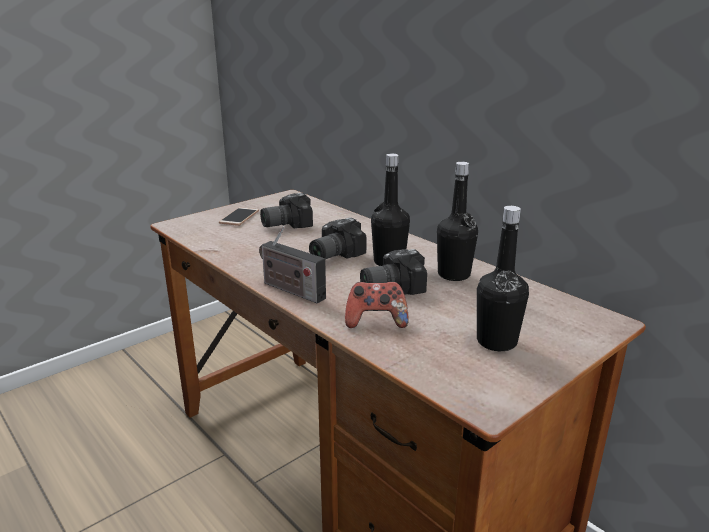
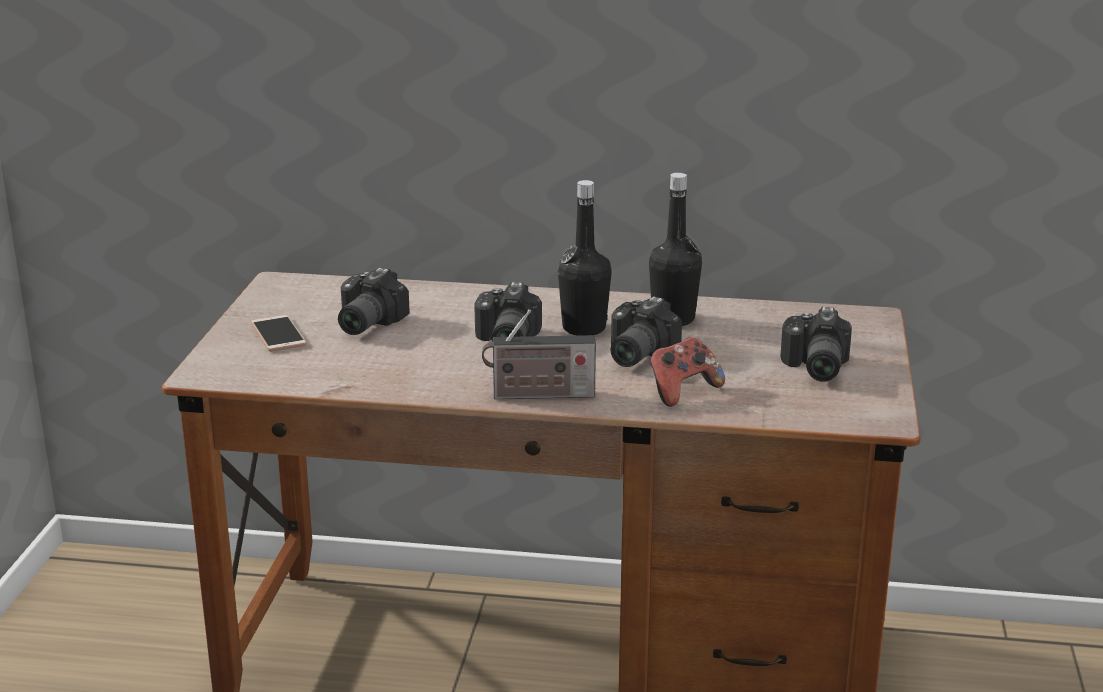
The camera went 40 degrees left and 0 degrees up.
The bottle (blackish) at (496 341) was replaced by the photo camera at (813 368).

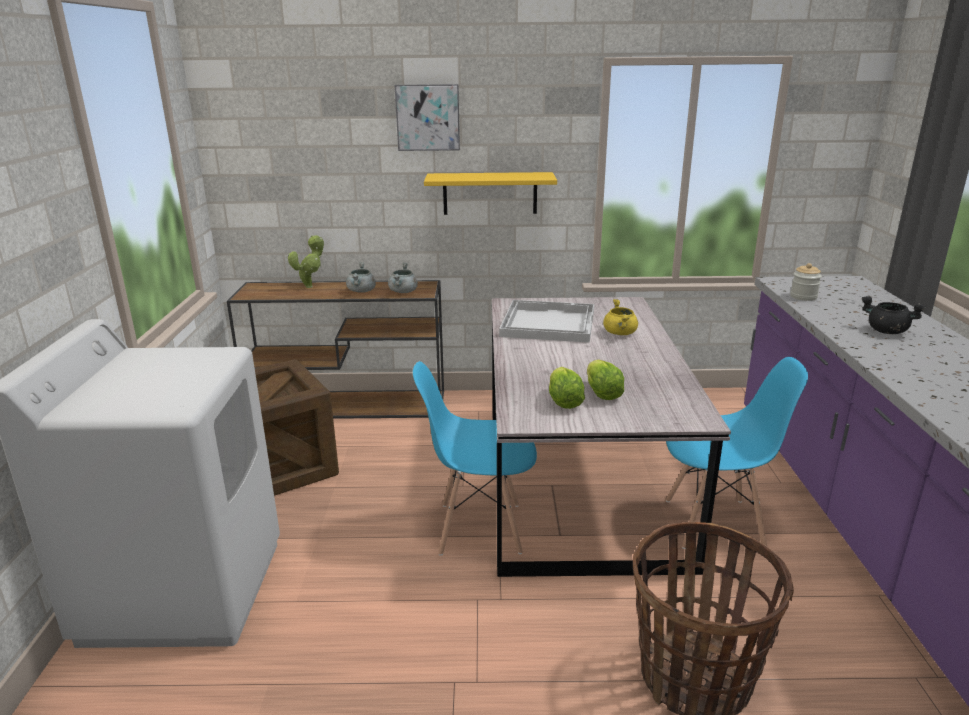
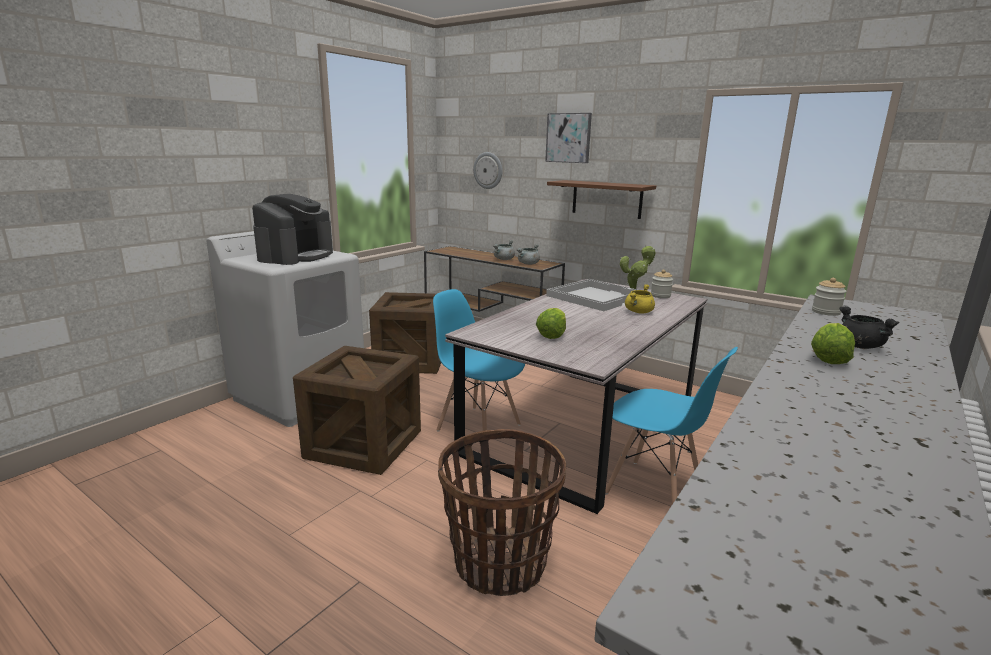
The camera went 35 degrees right and 5 degrees down.
The coffee brewer at (296 256) appeared.
The packing crate at (364 444) appeared.
The wall clock at (488 170) appeared.
The preserve jar at (660 296) appeared.
The potted plant moved from (311 286) to (635 289).
The head of lettuce moved from (564 402) to (828 359).
The shelf (yellow) at (490 193) became the shelf (brown-coloured) at (606 199).

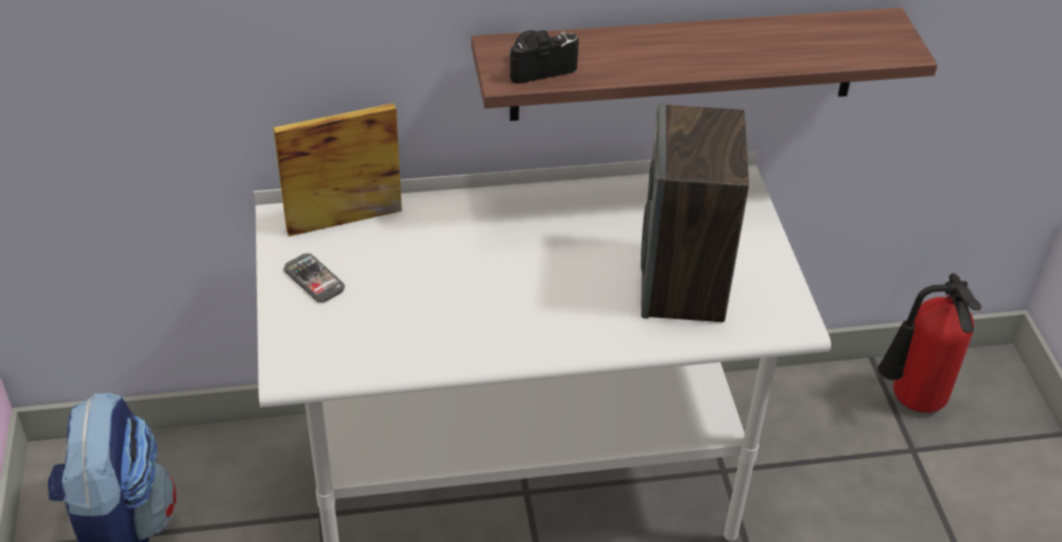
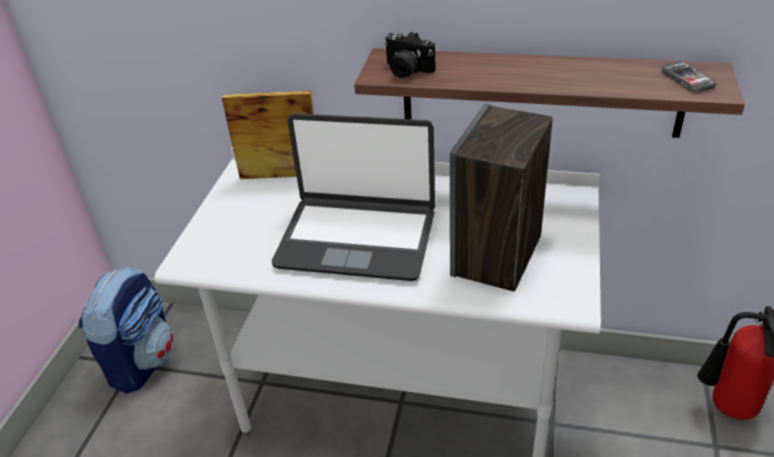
The camera went 25 degrees right and 5 degrees down.
The laptop at (357 238) appeared.
The telephone moved from (314 279) to (687 78).
The photo camera at (539 67) turned 150 degrees counterclockwise.

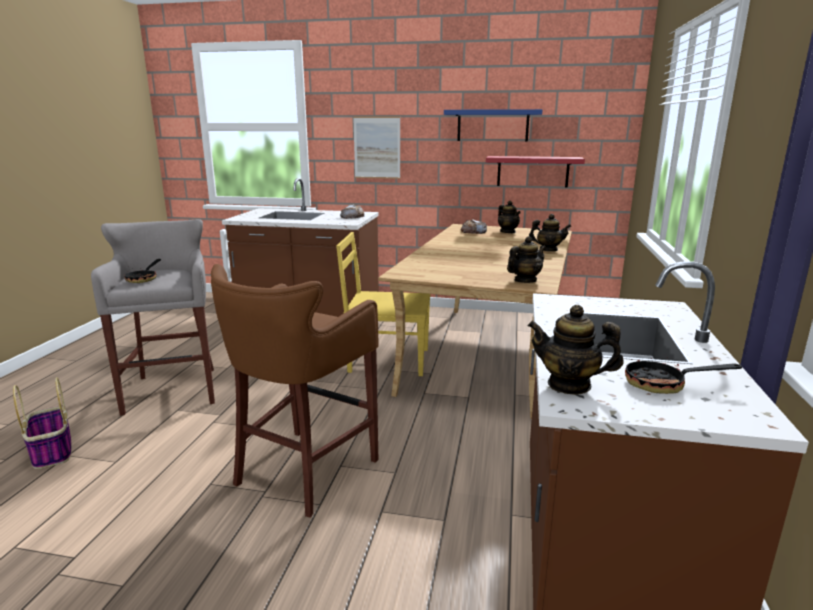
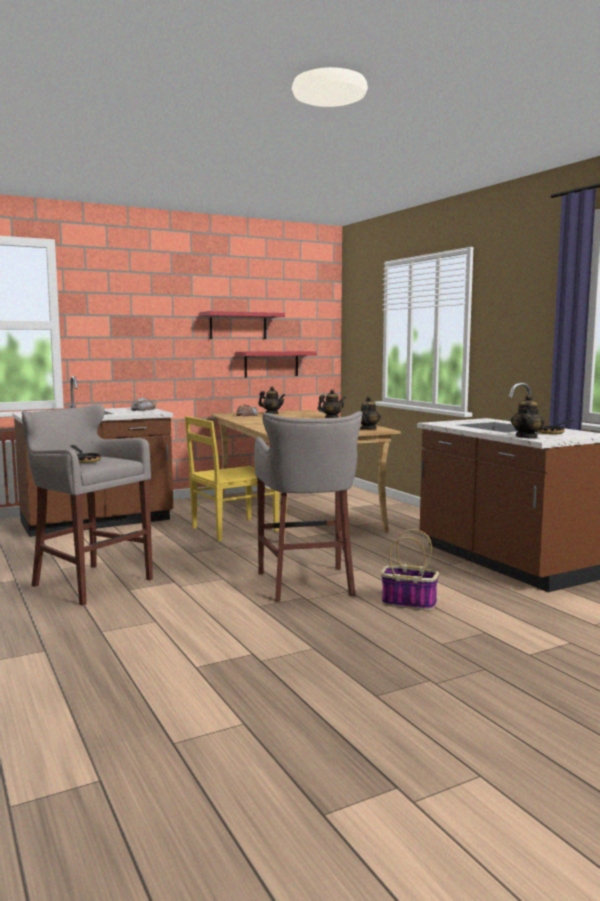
The camera went 40 degrees left and 10 degrees down.
The picture at (377 147) disappeared.
The household basket moved from (52 451) to (407 603).
The stool seat (brown-coloured) at (303 472) became the stool seat (grey) at (307 584).
The shelf (bluish) at (492 125) became the shelf (red-coloured) at (238 325).
The pot for tea at (569 385) turned 45 degrees counterclockwise.

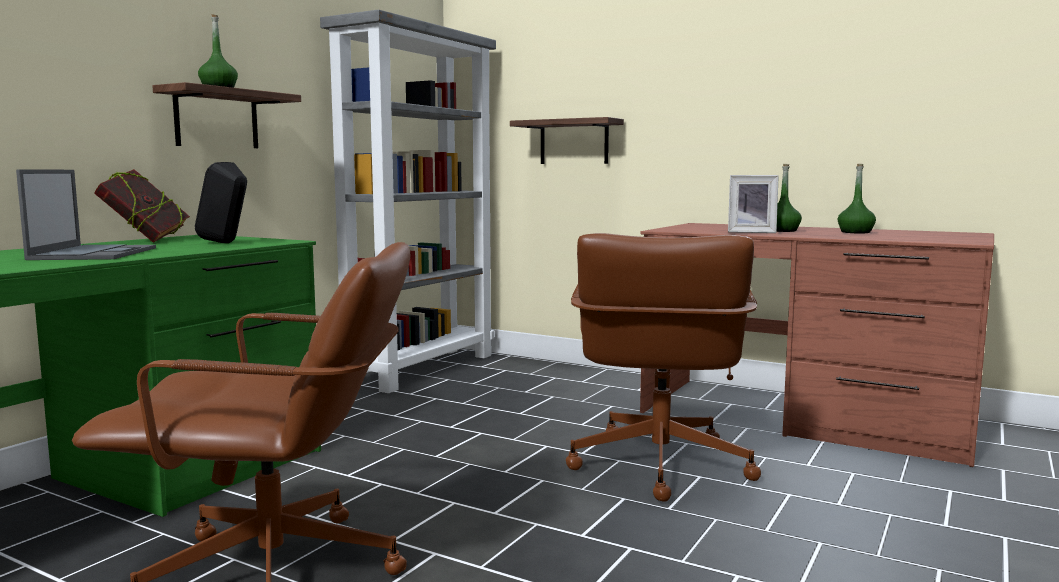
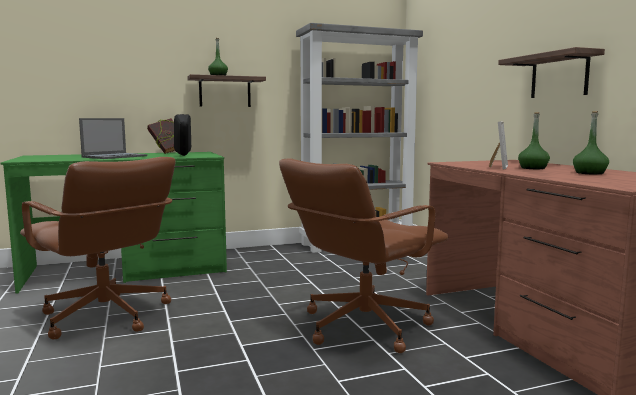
The camera went 40 degrees right and 0 degrees up.
The shelf moved from (574 142) to (559 76).
The picture frame at (751 232) turned 120 degrees counterclockwise.

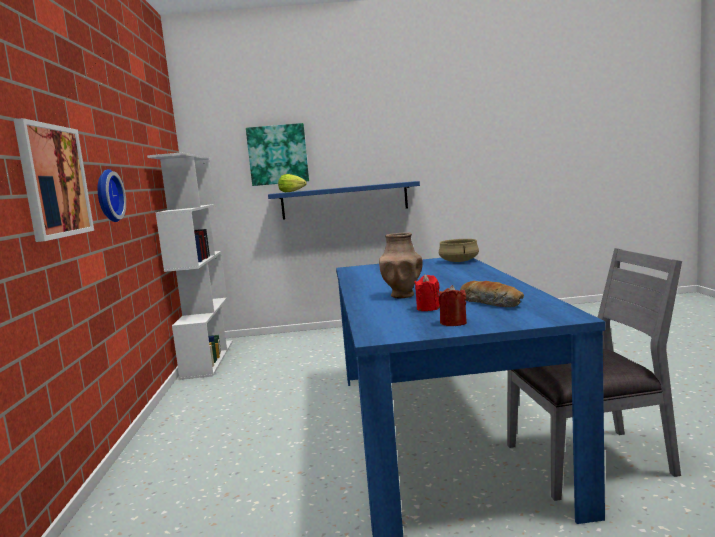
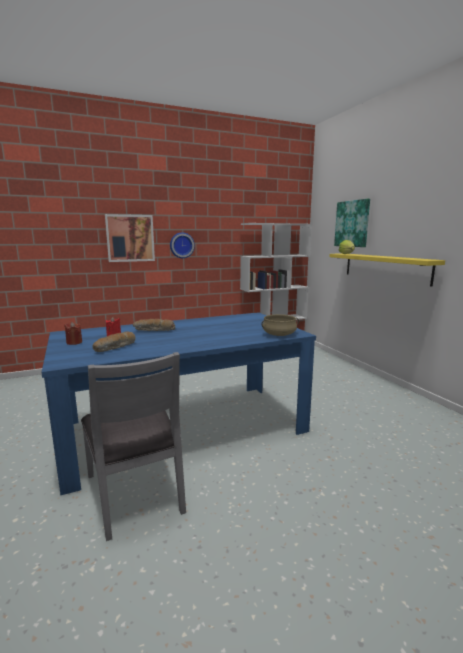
The camera went 70 degrees right and 5 degrees up.
The flower vase (brown-coloured) at (402 295) was replaced by the bread at (154 330).
The shelf (bluish) at (344 200) became the shelf (yellow) at (385 268).

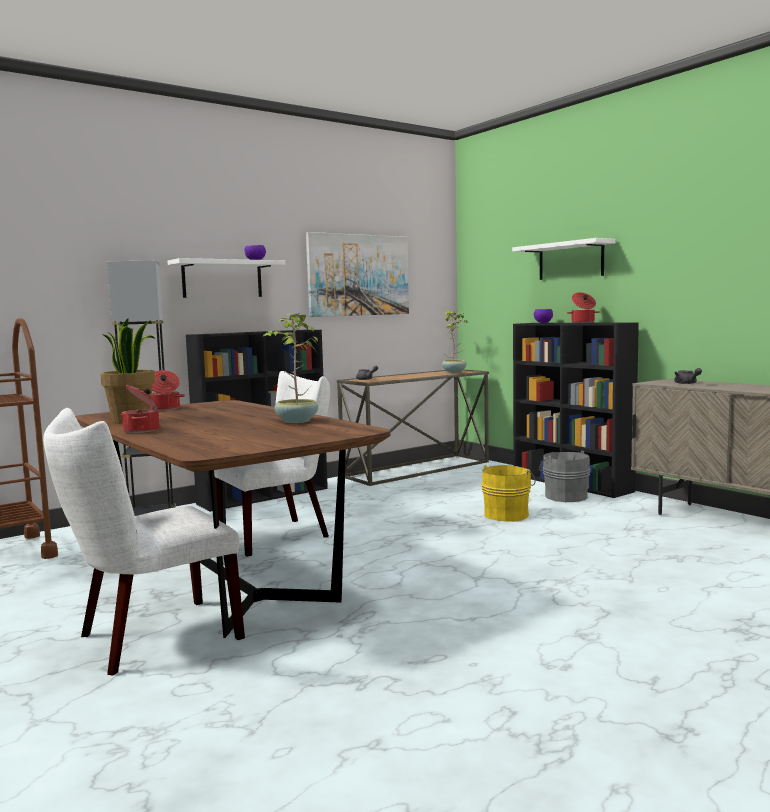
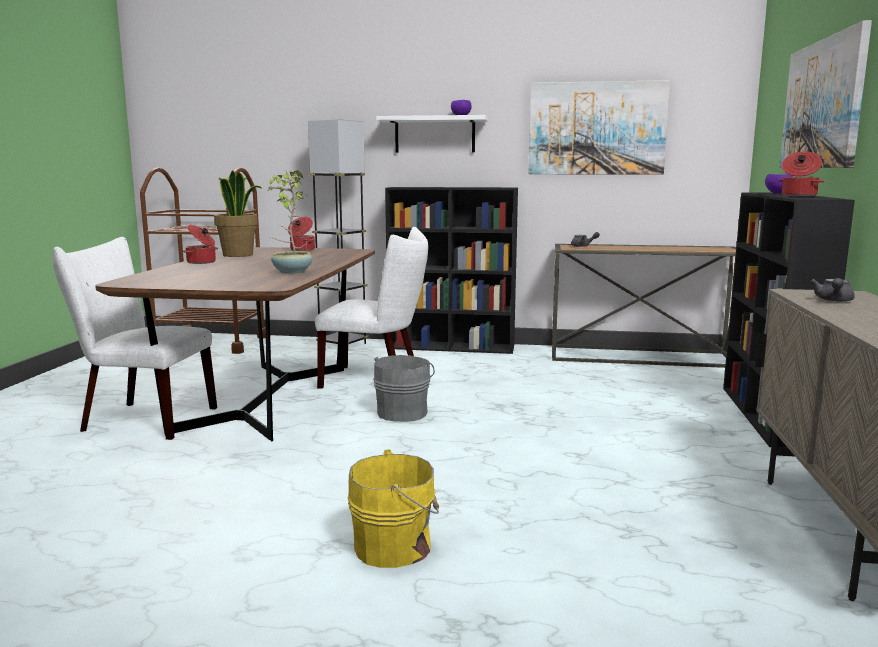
The camera went 45 degrees right and 5 degrees up.
The potted plant at (455 372) disappeared.
The water bucket (yellow) moved from (507 514) to (396 546).
The water bucket (grey) moved from (564 496) to (403 412).
The shelf (white) at (570 260) was replaced by the picture at (823 104).

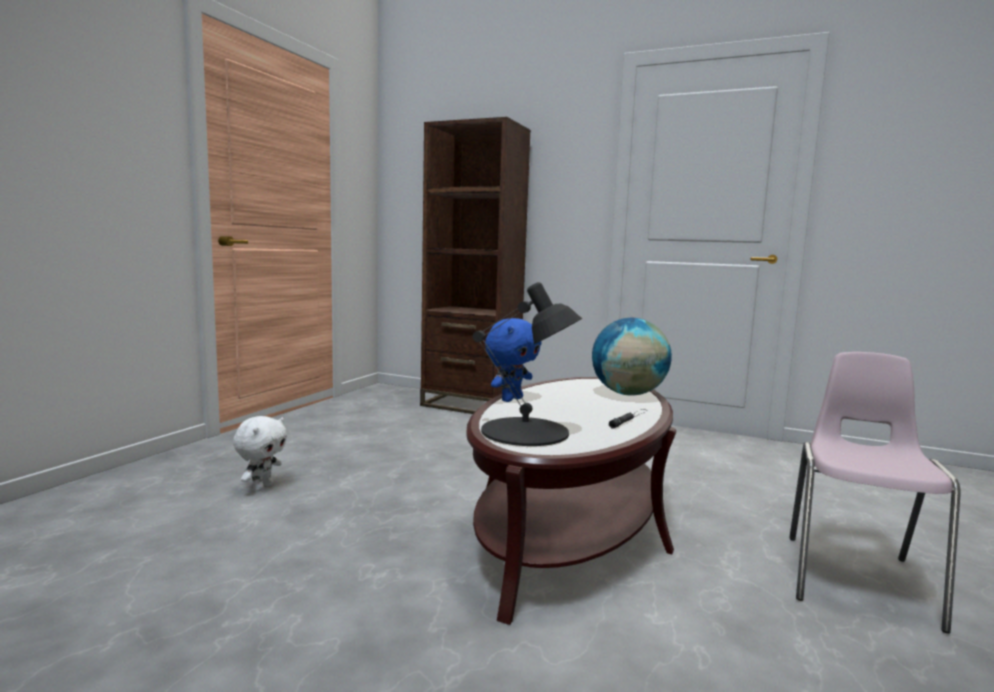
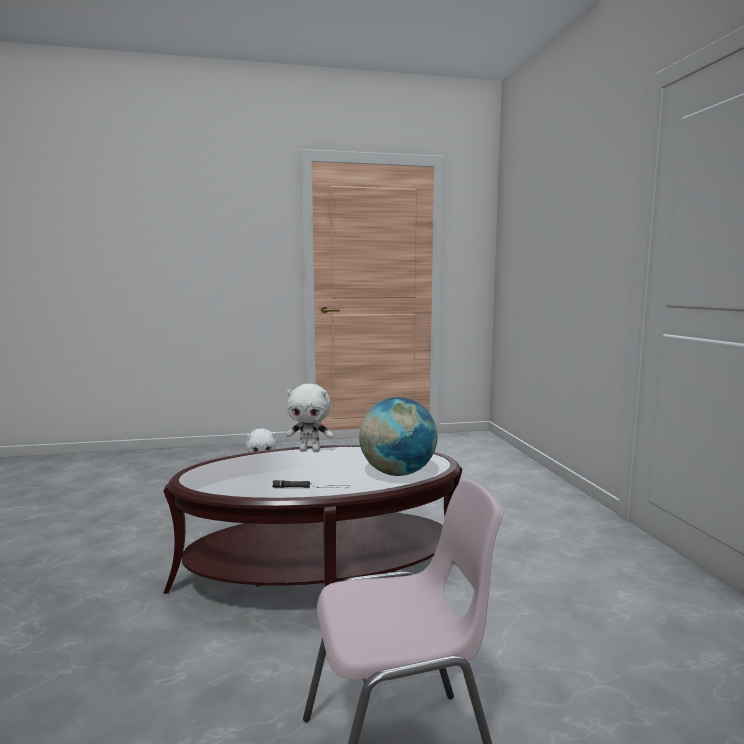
The camera went 55 degrees right and 0 degrees up.
The shelving unit (brown-coloured) at (470 405) disappeared.
The lamp for a table (blackish) at (526 432) disappeared.
The cuddly toy (bluish) at (511 399) became the cuddly toy (white) at (310 450).

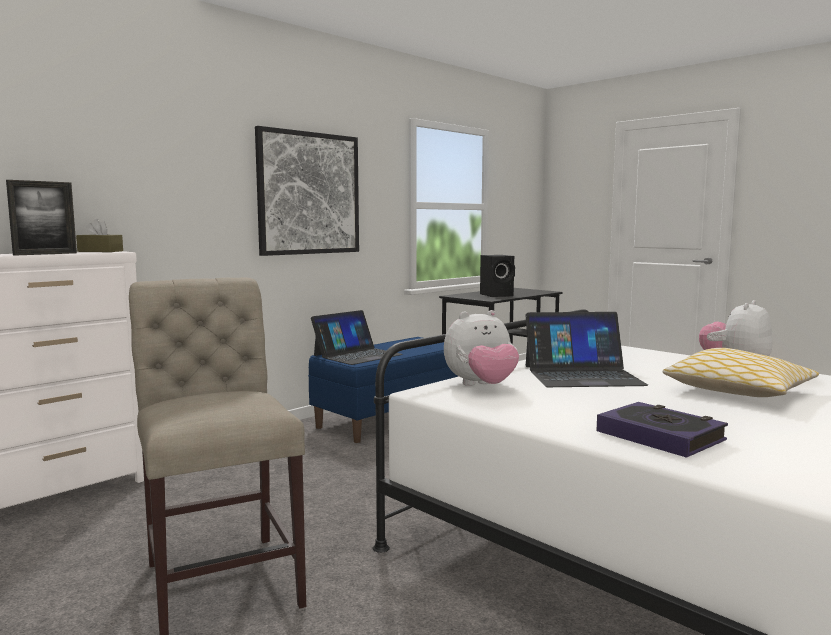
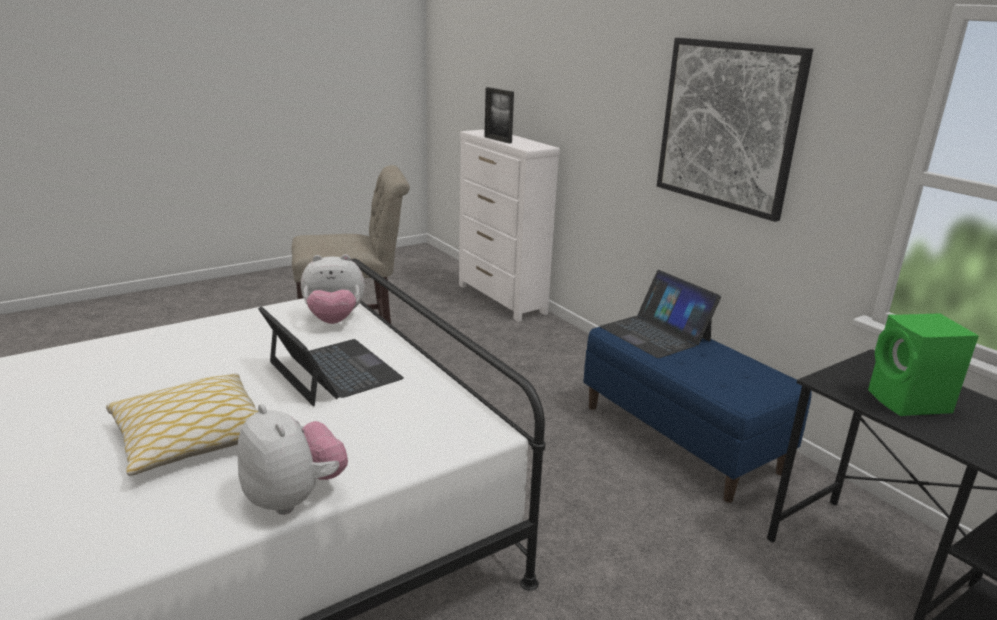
The camera went 100 degrees right and 15 degrees up.
The tissue box (brown-coloured) at (100 251) disappeared.
The book at (660 436) disappeared.
The speaker (blackish) at (497 295) became the speaker (greenish) at (909 403).
The cuddly toy at (481 386) turned 90 degrees counterclockwise.
The laptop at (582 375) turned 135 degrees clockwise.

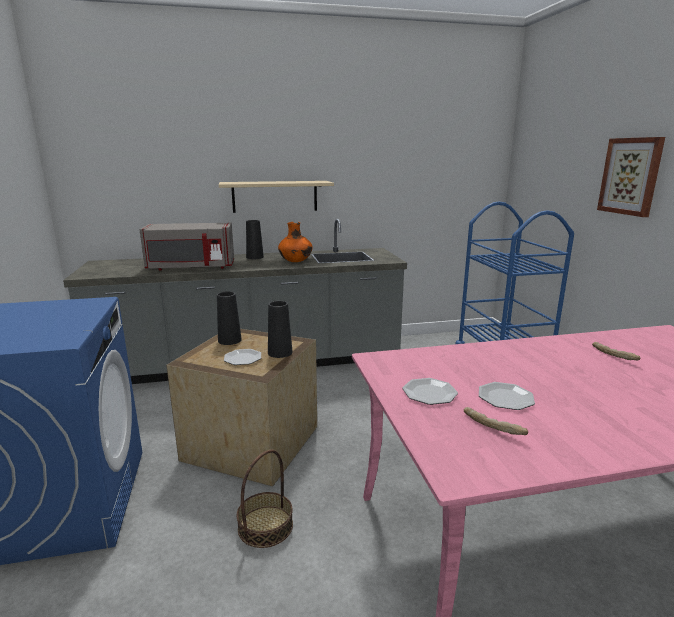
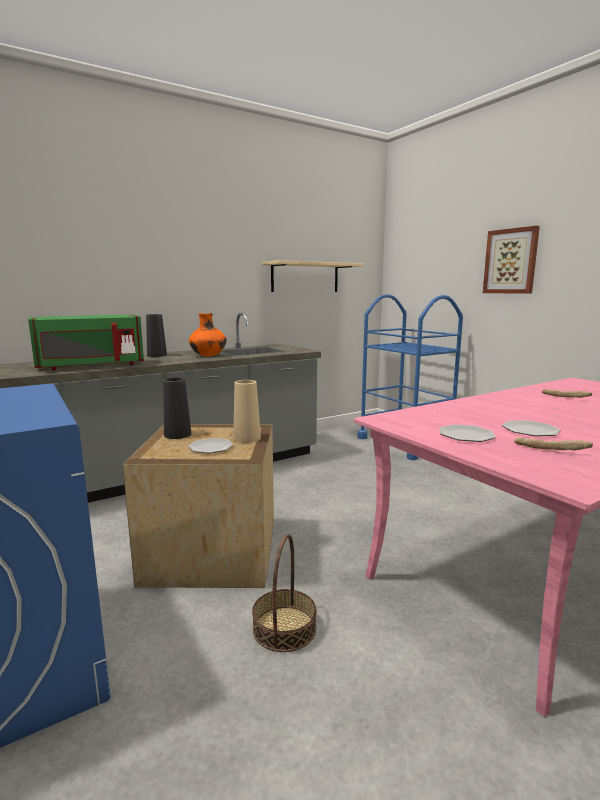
The camera went 20 degrees left and 5 degrees down.
The shelf (beige) moved from (275 196) to (305 277).
The kitchen microwave (grey) at (190 267) became the kitchen microwave (greenish) at (91 366).
The flower vase (blackish) at (280 352) became the flower vase (beige) at (247 438).

